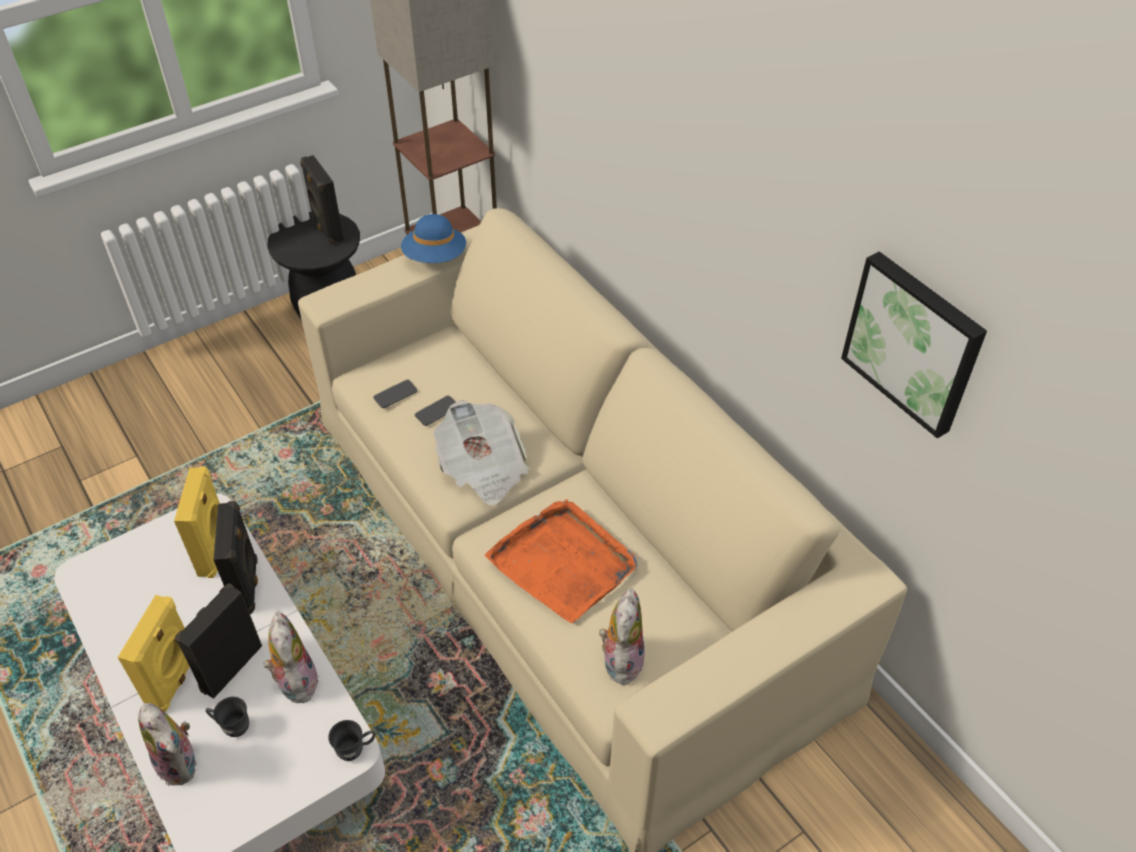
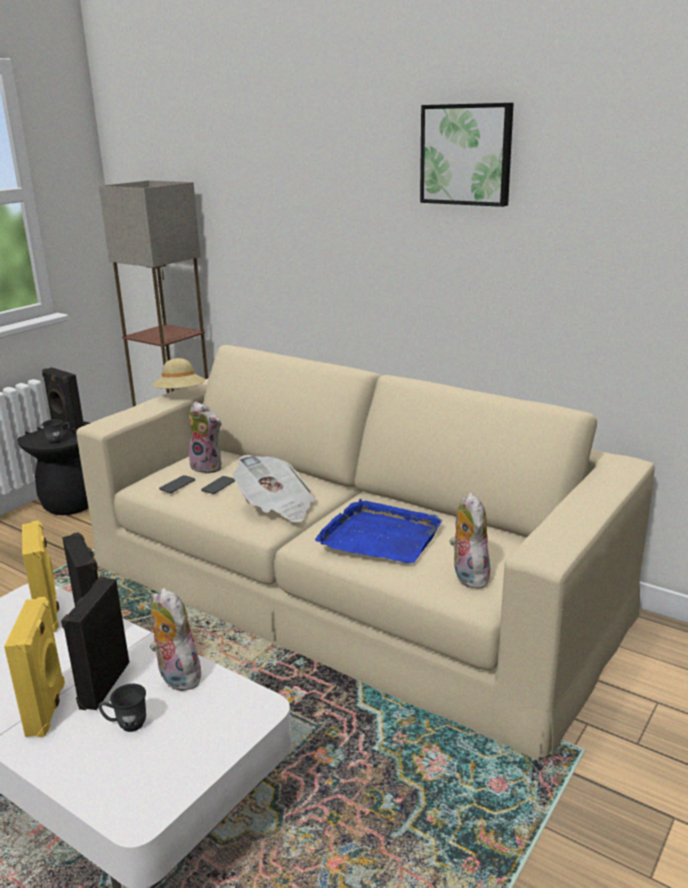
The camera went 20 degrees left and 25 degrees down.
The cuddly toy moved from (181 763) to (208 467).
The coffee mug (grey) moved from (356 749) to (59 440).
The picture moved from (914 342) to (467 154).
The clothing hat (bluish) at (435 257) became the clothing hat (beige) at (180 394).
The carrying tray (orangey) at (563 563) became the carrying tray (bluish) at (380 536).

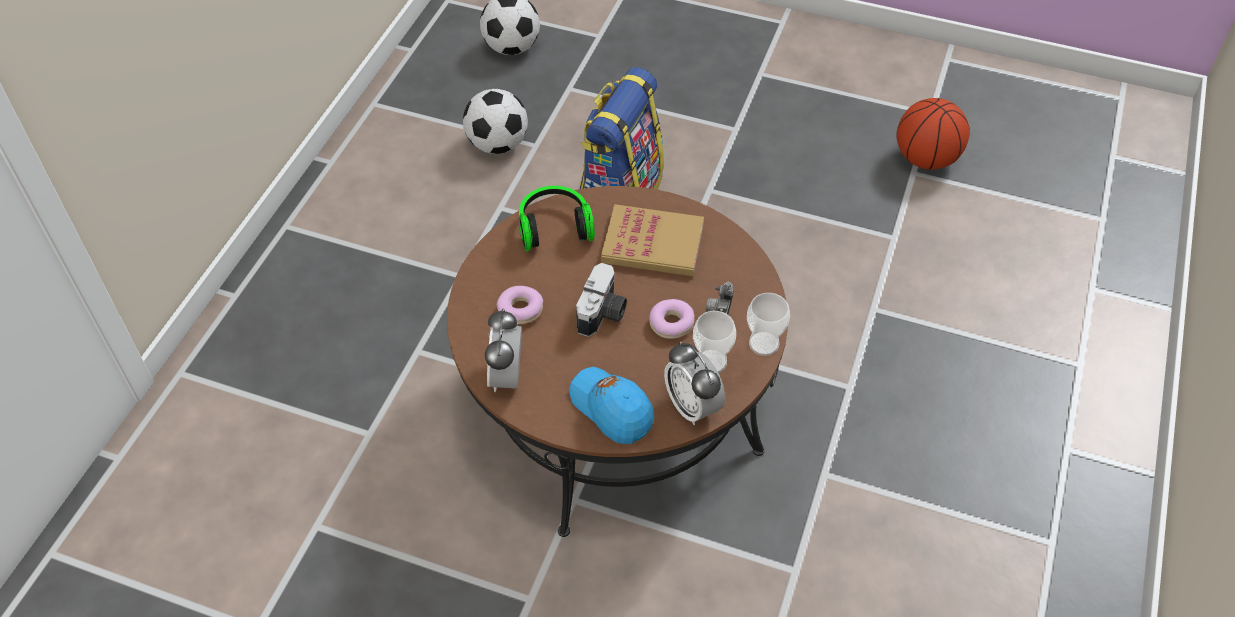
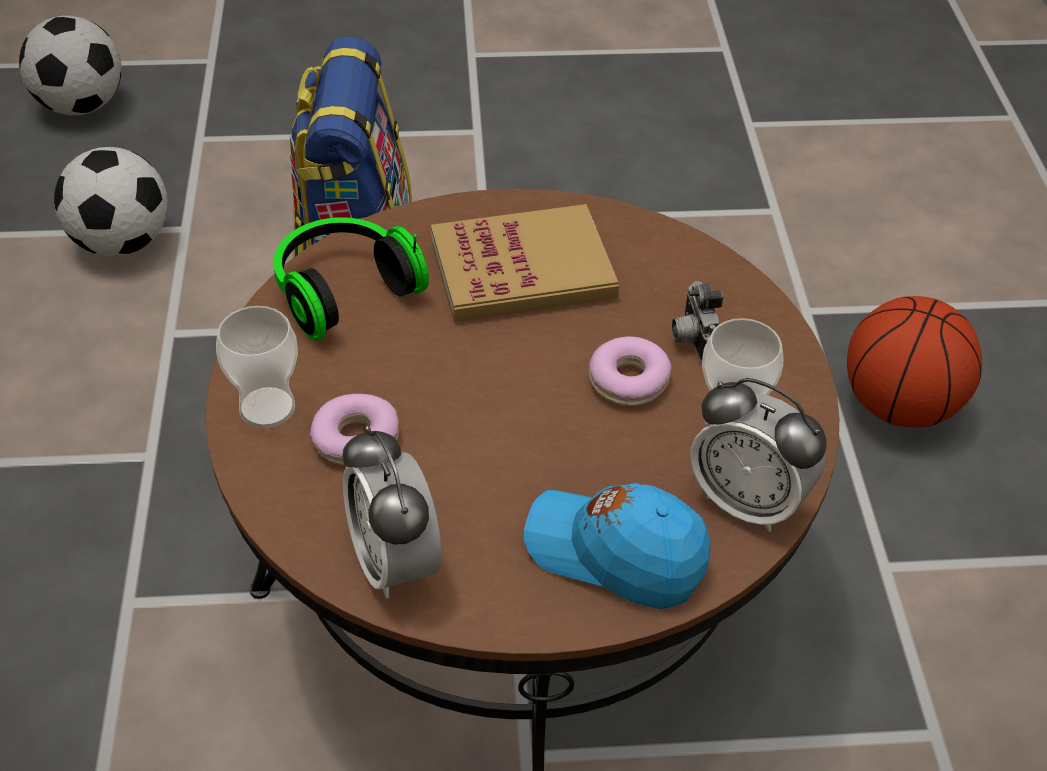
The camera went 25 degrees left and 5 degrees down.
The photo camera at (603 314) disappeared.
The small cup moved from (763 343) to (267 407).
The basketball moved from (925 159) to (898 406).

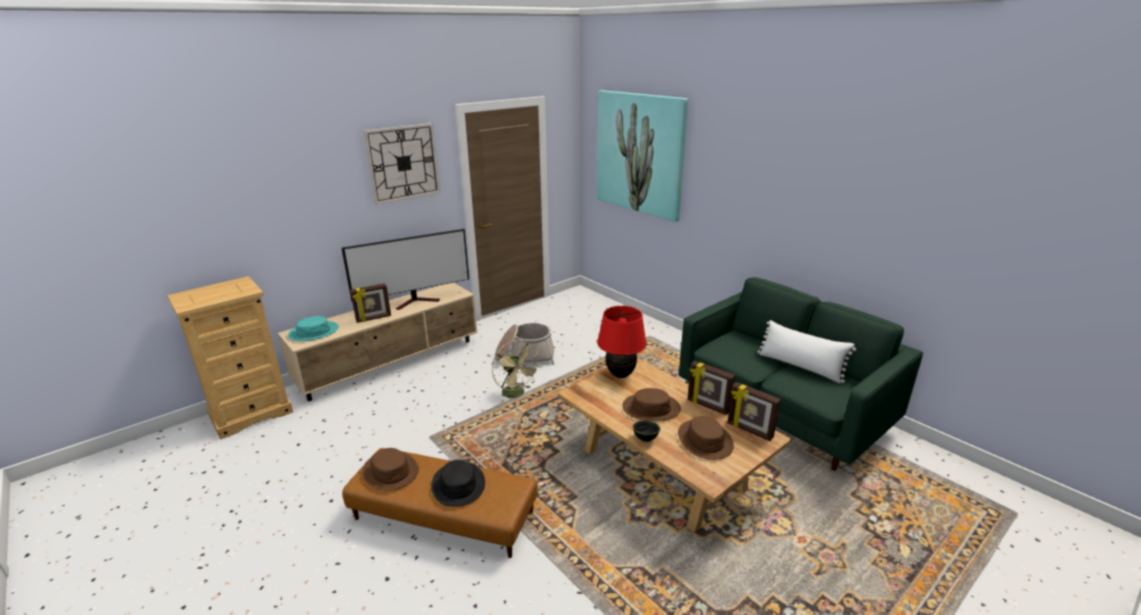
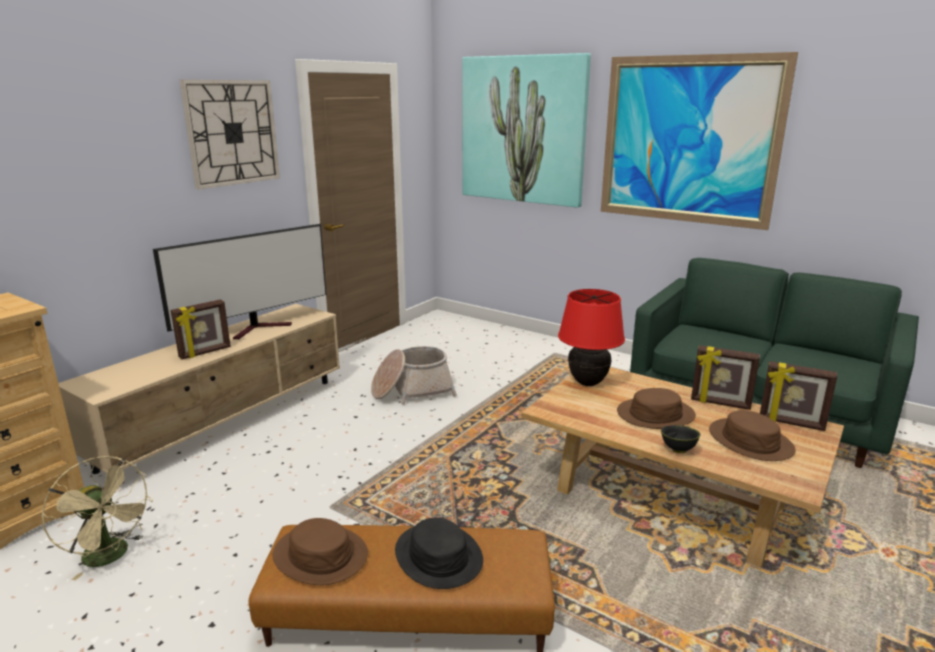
The camera went 15 degrees left and 5 degrees down.
The clothing hat (blue-green) at (313 332) disappeared.
The throw pillow (white) at (800 366) disappeared.
The picture at (688 141) appeared.
The electric fan (beige) moved from (517 394) to (112 557).

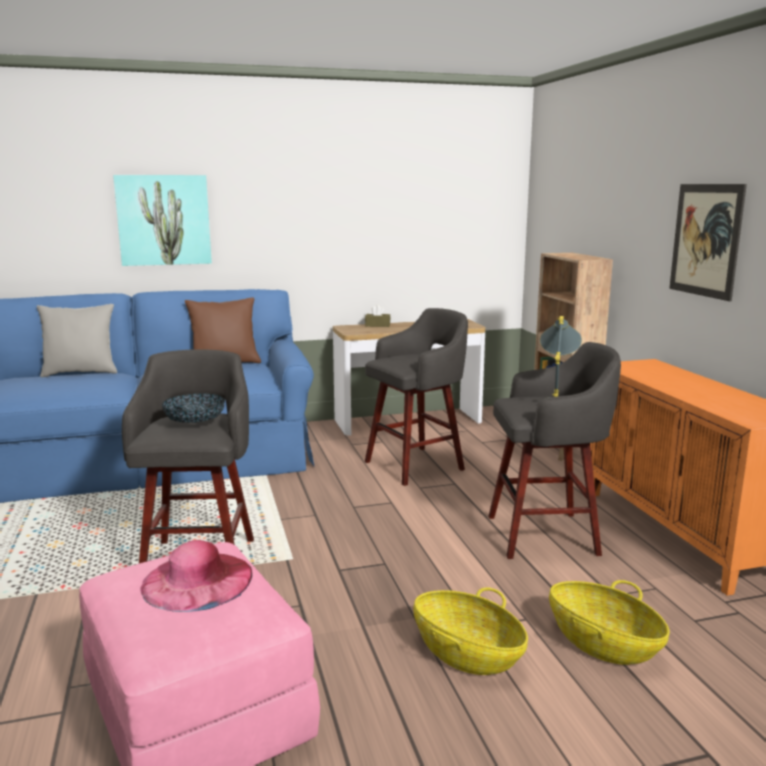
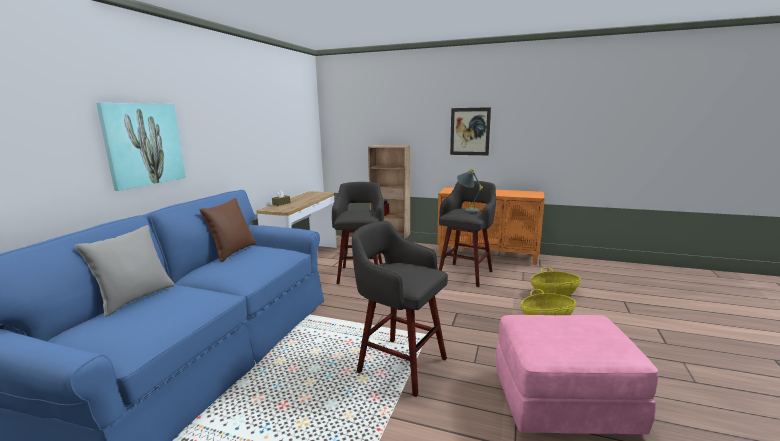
The camera went 55 degrees left and 0 degrees up.
The clothing hat (pinkish) at (197 580) disappeared.
The bowl at (195 422) disappeared.

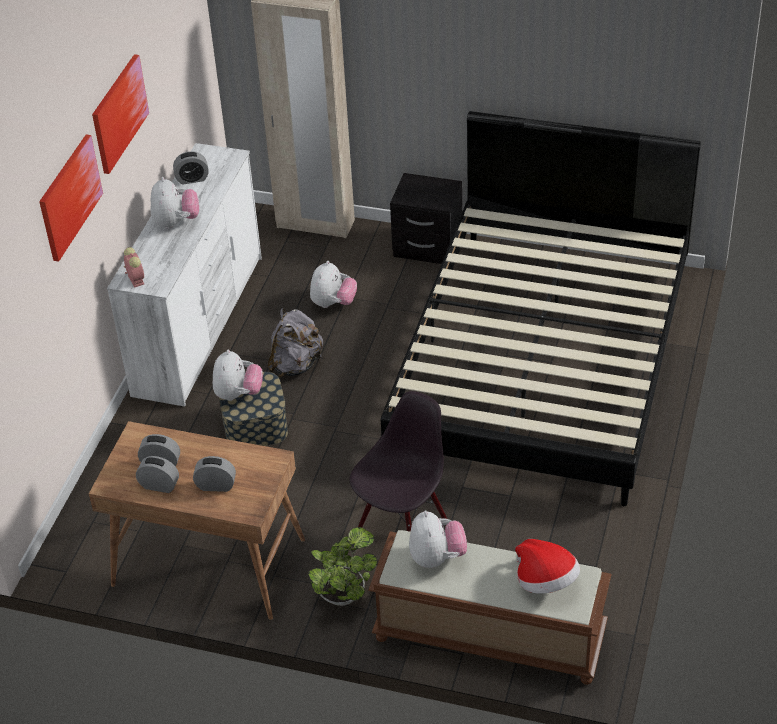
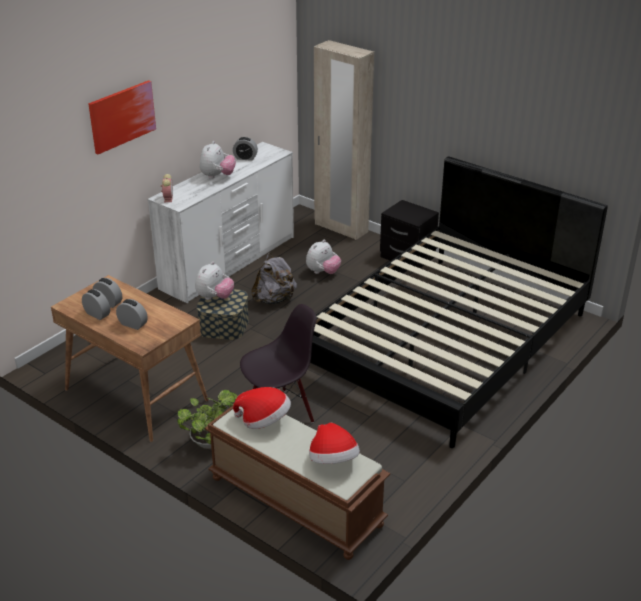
The camera went 20 degrees right and 10 degrees down.
The picture at (119 113) disappeared.
The cuddly toy at (437 557) was replaced by the clothing hat at (264 421).

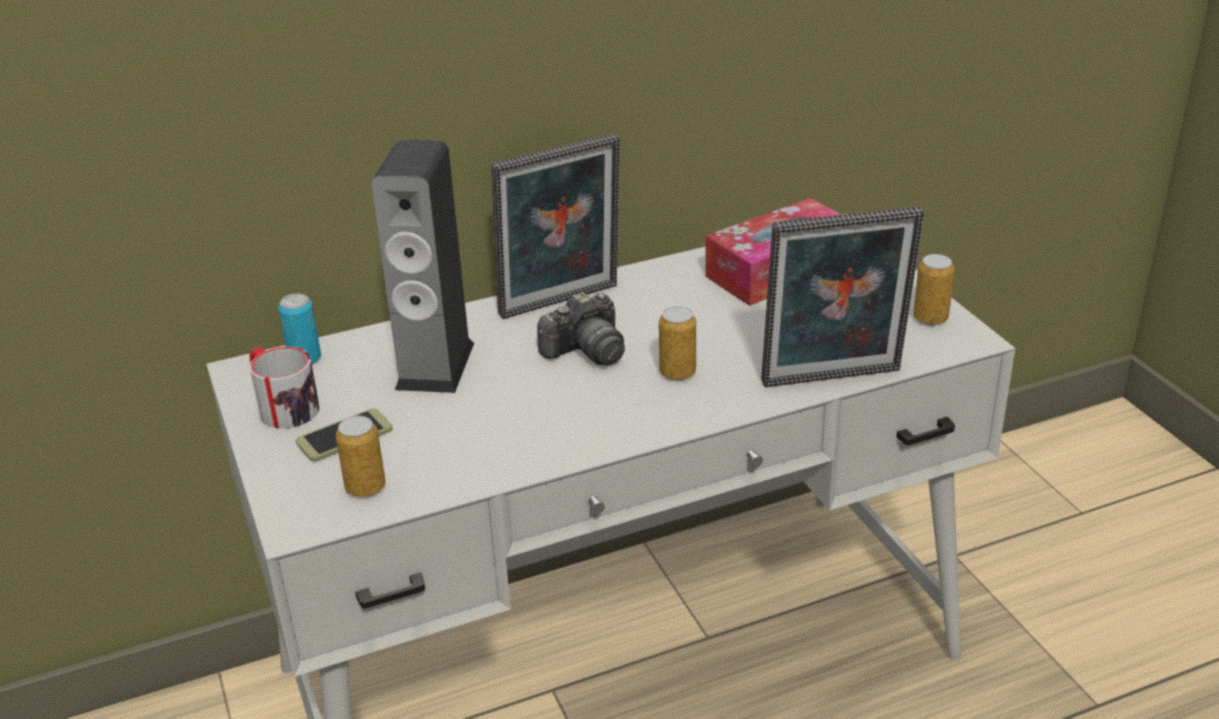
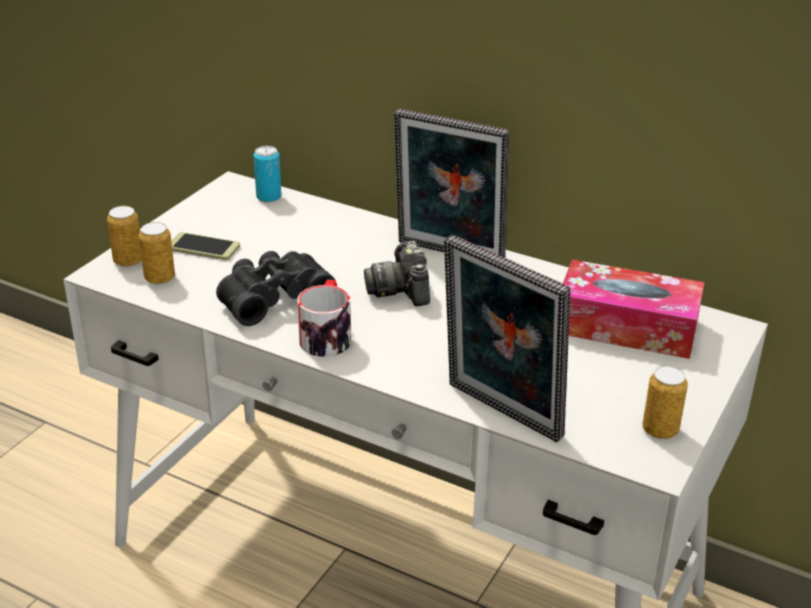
The camera went 50 degrees right and 0 degrees up.
The speaker at (435 366) disappeared.
The pair of binoculars (blackish) at (272 297) appeared.
The coffee mug moved from (283 406) to (327 335).
The can moved from (677 373) to (128 261).
The photo camera at (586 351) turned 60 degrees clockwise.

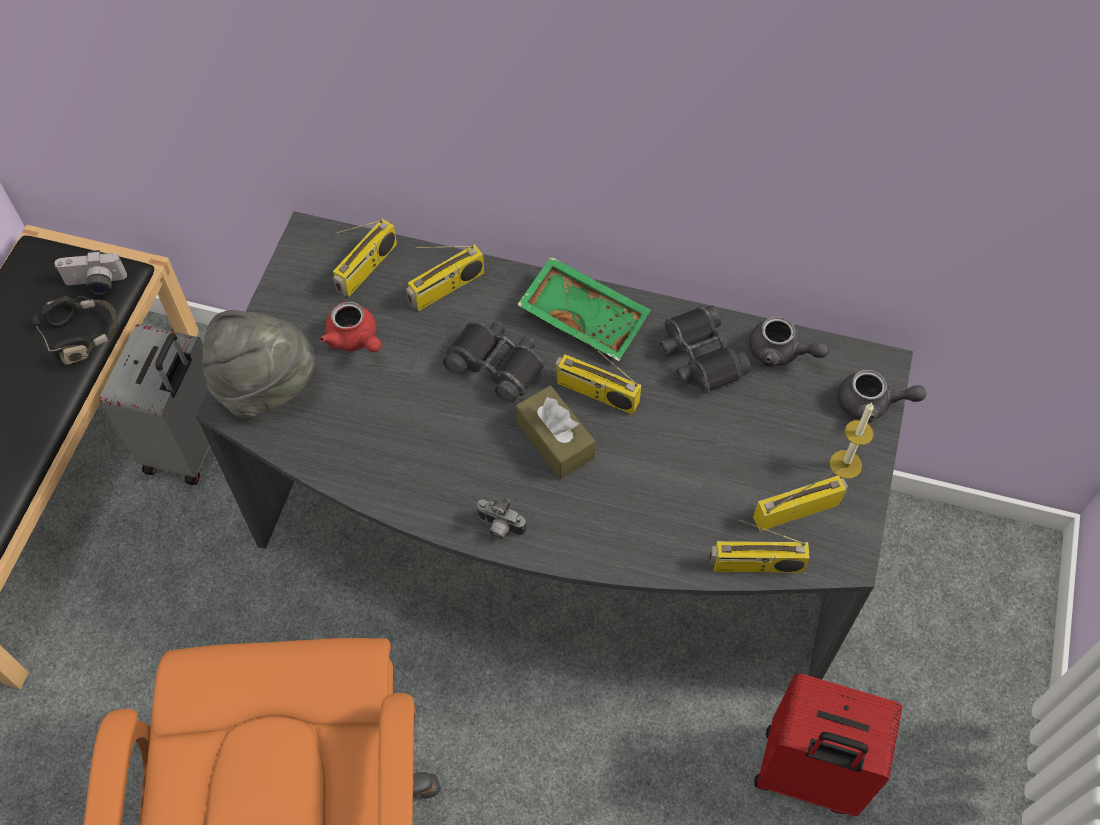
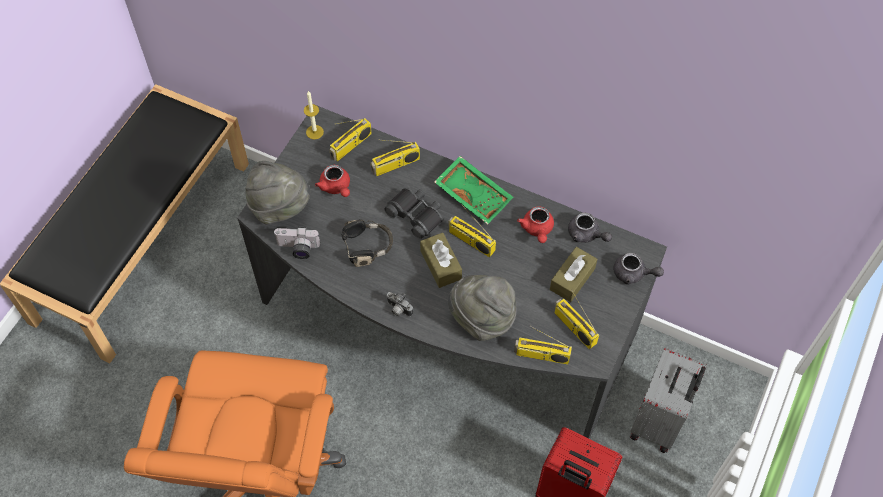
The camera went 10 degrees right and 0 degrees up.
The clothing hat (grey) at (482 318) appeared.
The tissue box (brown-coloured) at (572 279) appeared.
The headset (blackish) moved from (85 335) to (368 246).
The photo camera moved from (95 285) to (297 249).
The piece of luggage (grey) moved from (189 444) to (659 422).
The wax light moved from (845 464) to (314 132).
The pair of binoculars (blackish) at (700 357) was replaced by the pot for tea (red-coloured) at (537 229).
The radio at (797 509) turned 120 degrees counterclockwise.

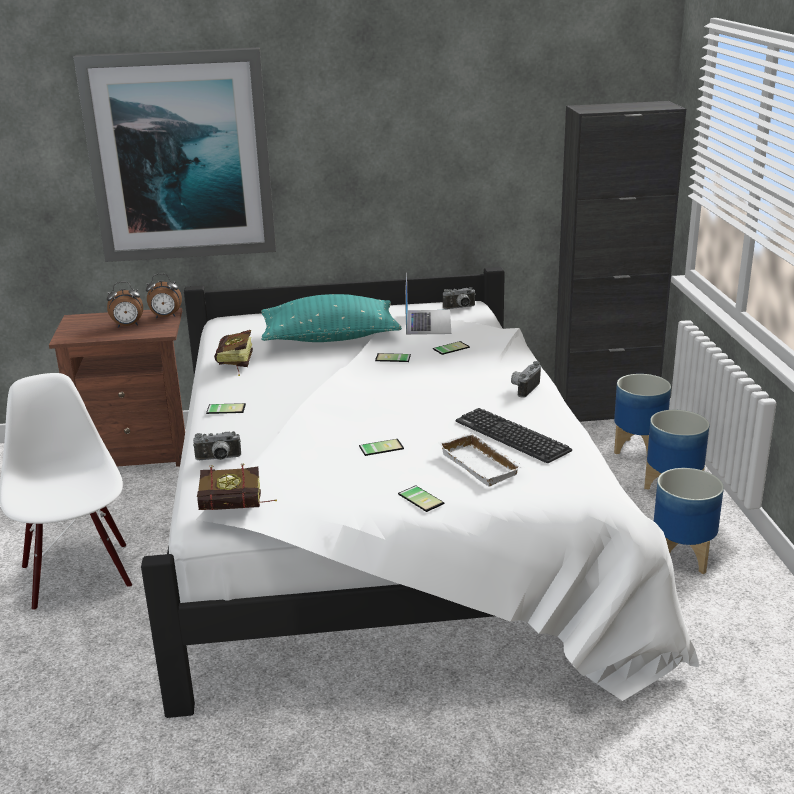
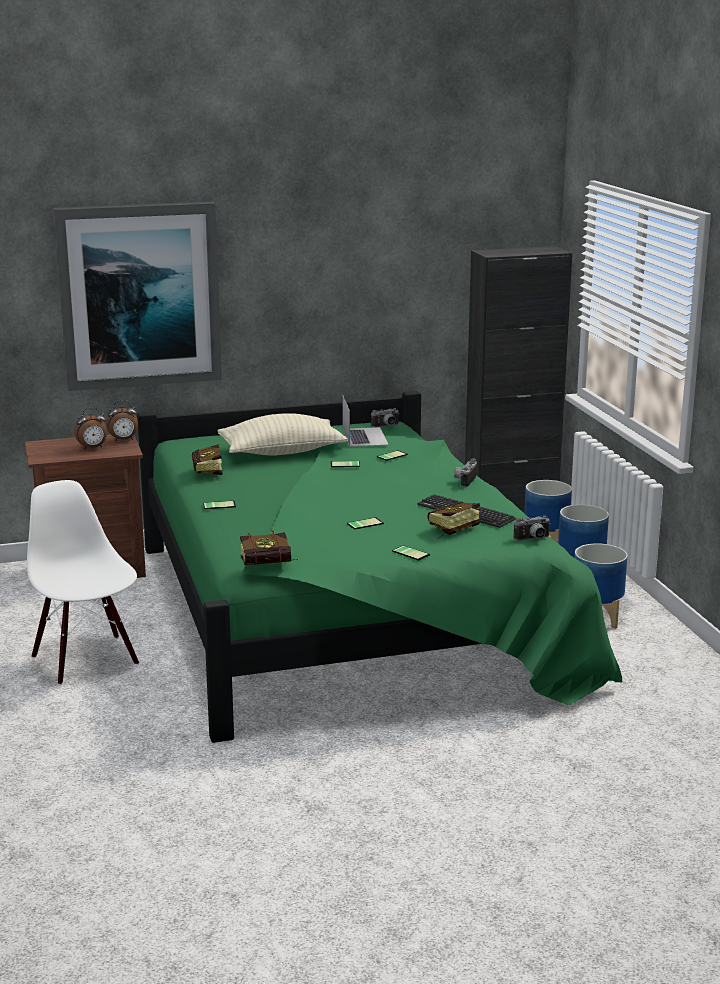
The camera went 10 degrees left and 5 degrees down.
The photo camera moved from (218 459) to (533 539).
The carrying tray (white) at (482 465) was replaced by the book at (449 531).
The bed (white) at (390 534) became the bed (greenish) at (350 616).
The throw pillow (blue-green) at (330 338) became the throw pillow (beige) at (282 452).

